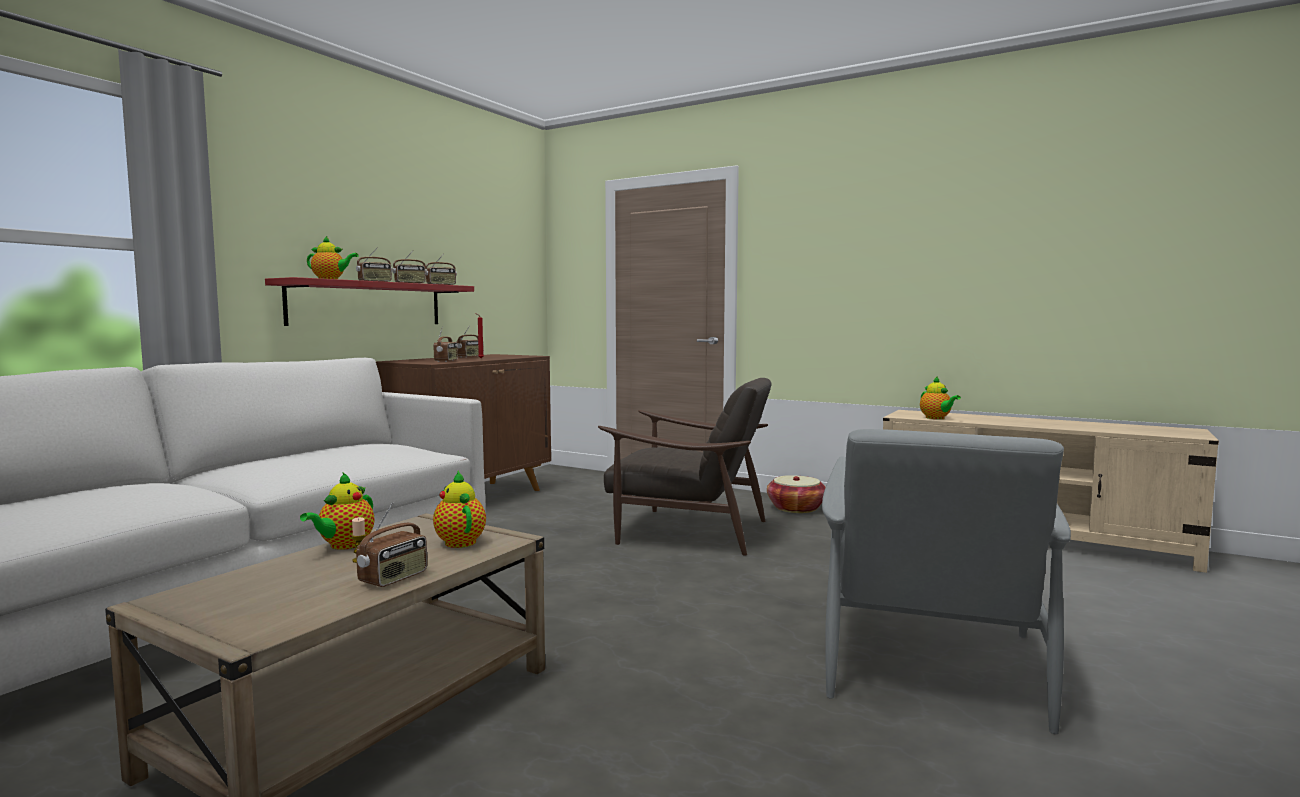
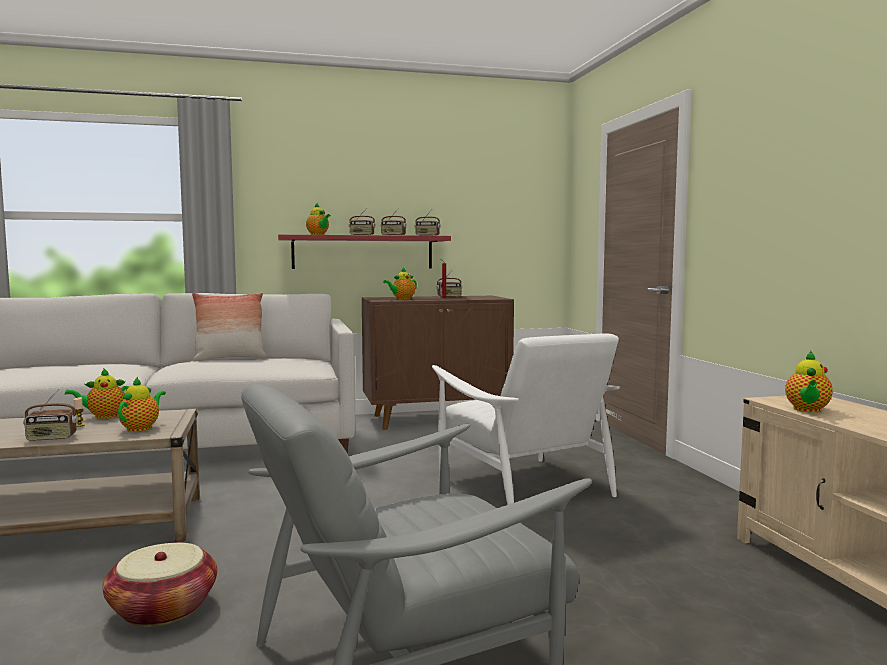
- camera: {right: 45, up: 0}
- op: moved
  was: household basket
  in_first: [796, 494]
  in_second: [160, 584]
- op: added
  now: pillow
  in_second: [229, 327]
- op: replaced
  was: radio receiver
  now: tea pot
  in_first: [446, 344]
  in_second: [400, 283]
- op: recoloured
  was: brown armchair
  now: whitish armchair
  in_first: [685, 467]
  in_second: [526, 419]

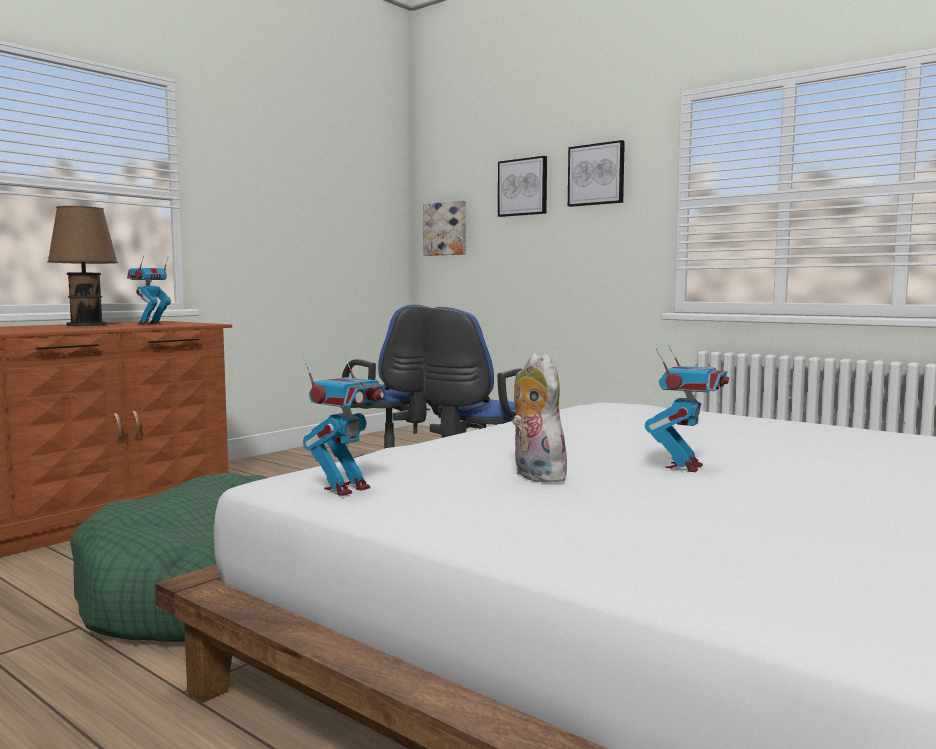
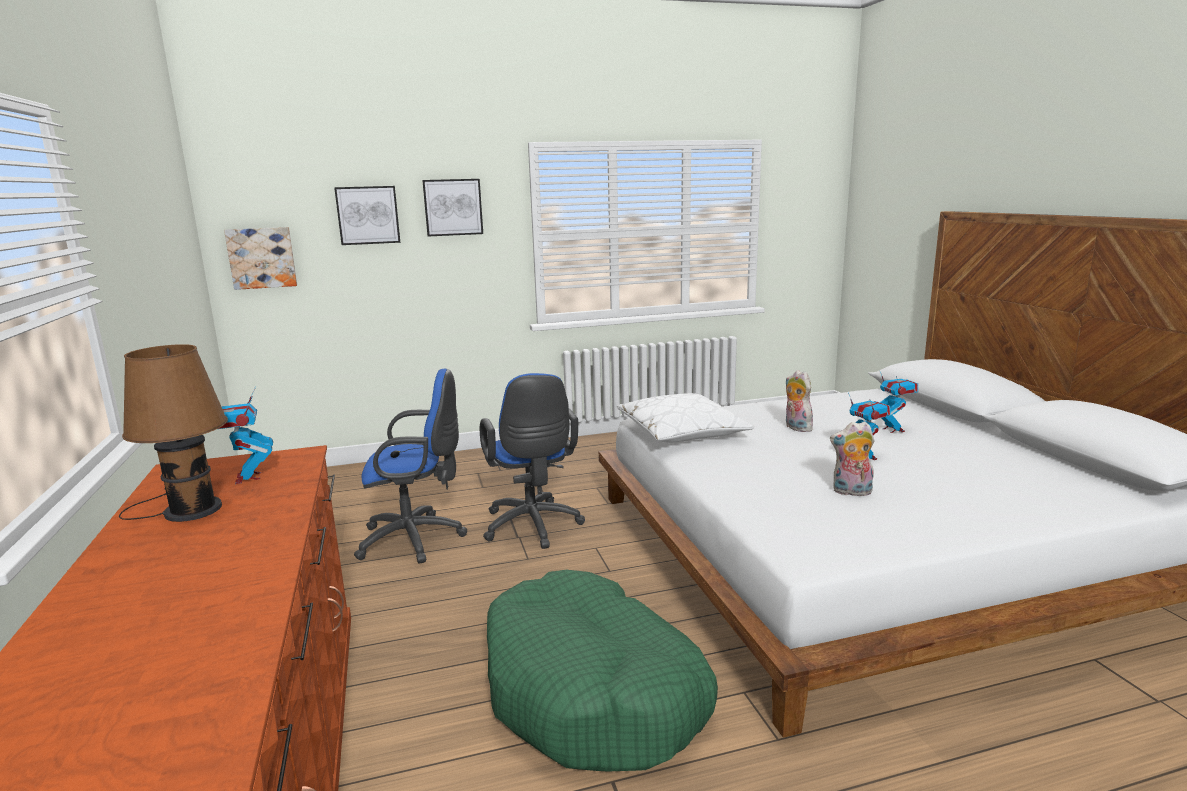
- camera: {right: -55, up: 10}
- op: added
  now: whitish pillow
  in_second: [686, 418]
- op: added
  now: plush toy
  in_second: [799, 401]
- op: moved
  was: robot figure
  in_first: [345, 425]
  in_second: [898, 401]

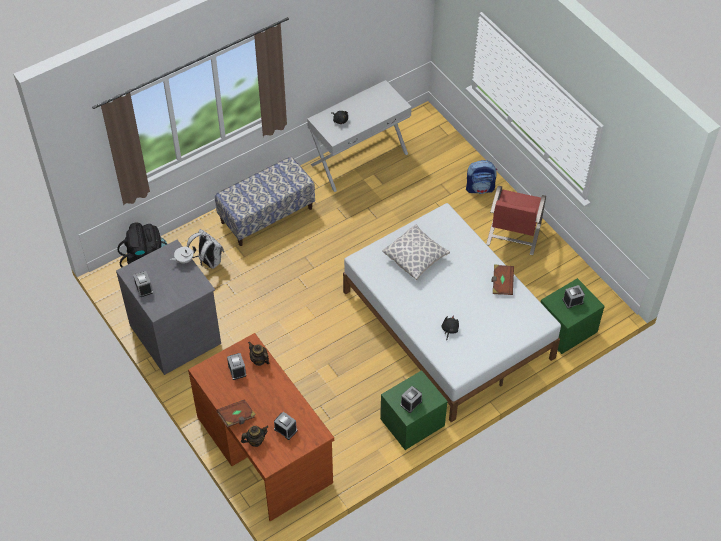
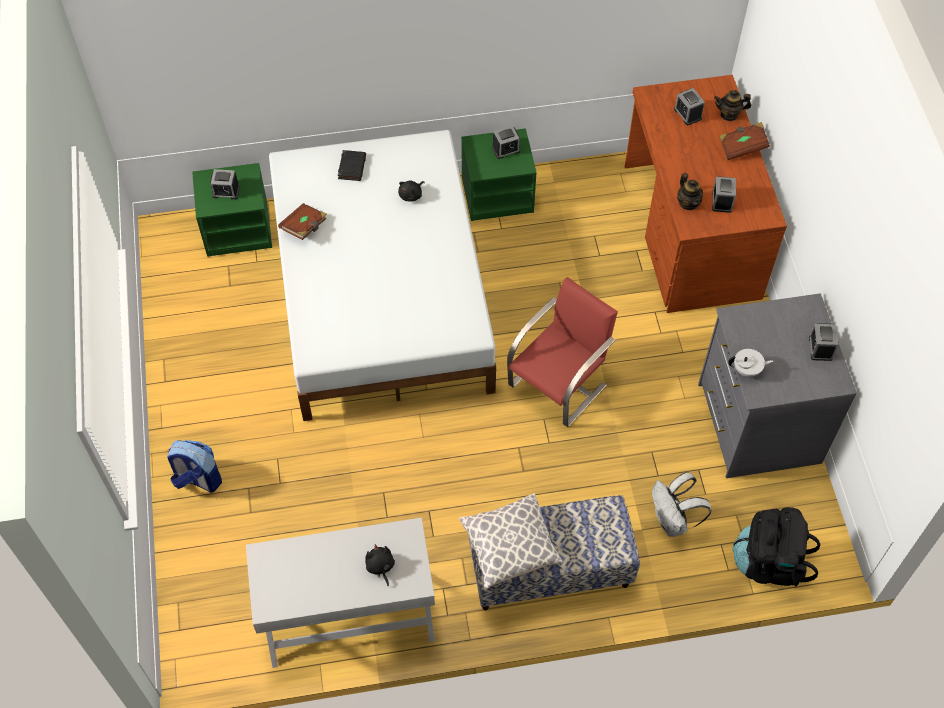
- camera: {right: -155, up: 5}
- op: added
  now: black bound book
  in_second: [352, 165]
- op: moved
  was: pillow
  in_first: [416, 252]
  in_second: [511, 541]
- op: moved
  was: reddish upright chair
  in_first: [516, 220]
  in_second: [562, 352]

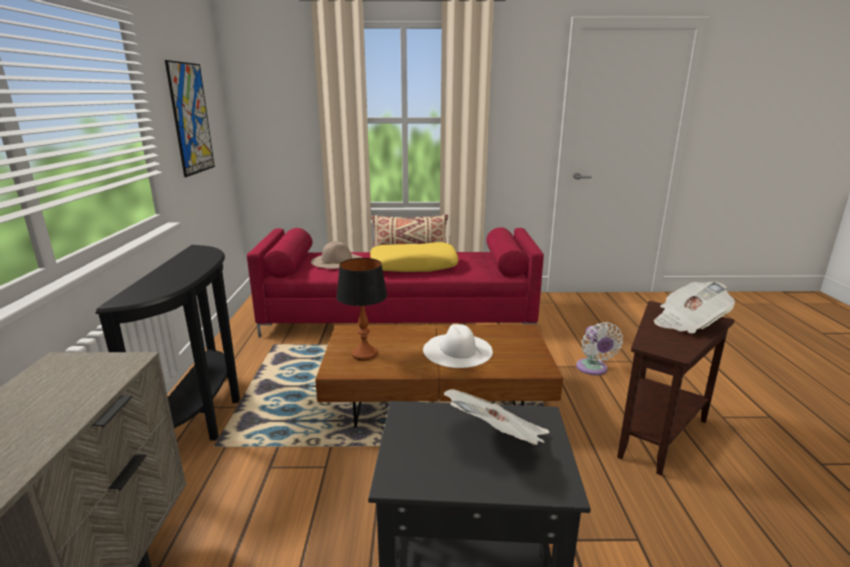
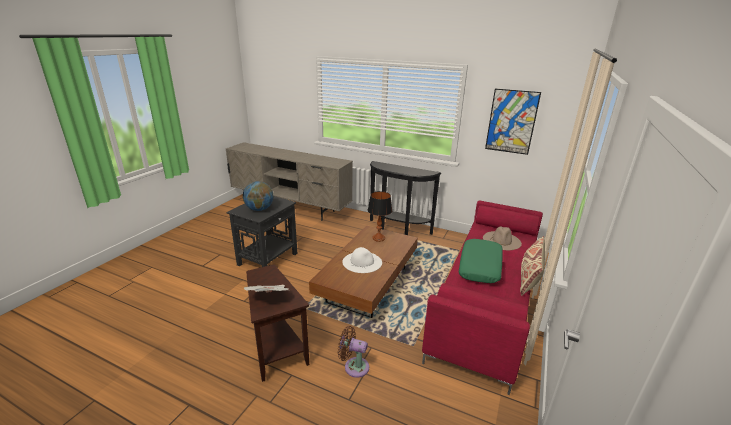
- camera: {right: 115, up: 5}
- op: replaced
  was: printed paper
  now: desk globe
  in_first: [497, 417]
  in_second: [258, 196]
- op: recoloured
  was: whitish fan
  now: brown fan
  in_first: [599, 348]
  in_second: [353, 352]
- op: recoloured
  was: yellow-coloured pillow
  now: green-coloured pillow
  in_first: [414, 257]
  in_second: [481, 261]

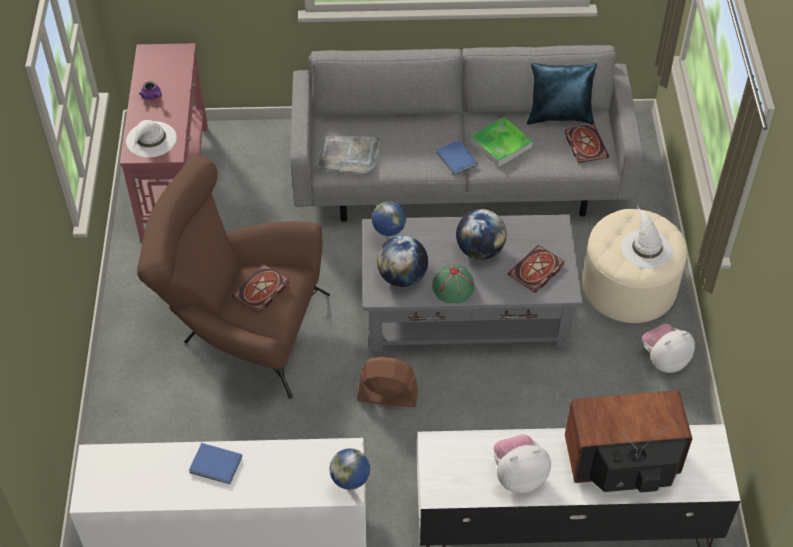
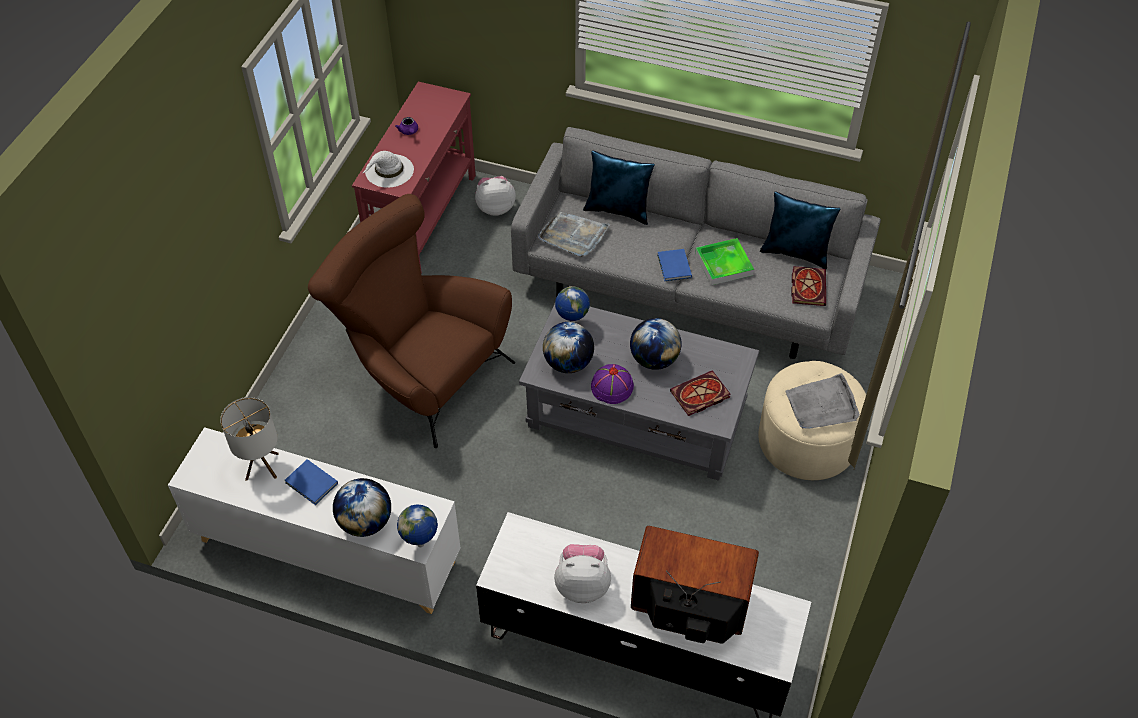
- camera: {right: 20, up: 0}
- op: added
  now: lamp for a table
  in_second: [249, 439]
- op: added
  now: desk globe
  in_second: [362, 507]
- op: moved
  was: plush toy
  in_first: [668, 348]
  in_second: [495, 196]
- op: added
  now: bluish pillow
  in_second: [619, 187]
- op: recoloured
  was: green-coloured wearable hat
  now: purplish wearable hat
  in_first: [453, 283]
  in_second: [612, 384]
- op: replaced
  was: whitish wearable hat
  now: grey serving tray
  in_first: [647, 237]
  in_second: [822, 401]
- op: removed
  was: bound book
  in_first: [260, 288]
- op: removed
  was: brown fan
  in_first: [387, 382]

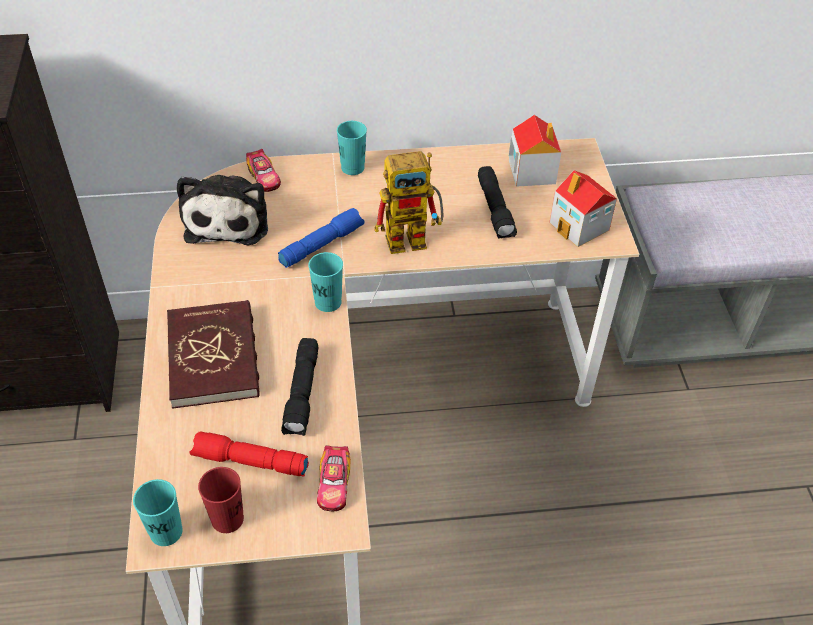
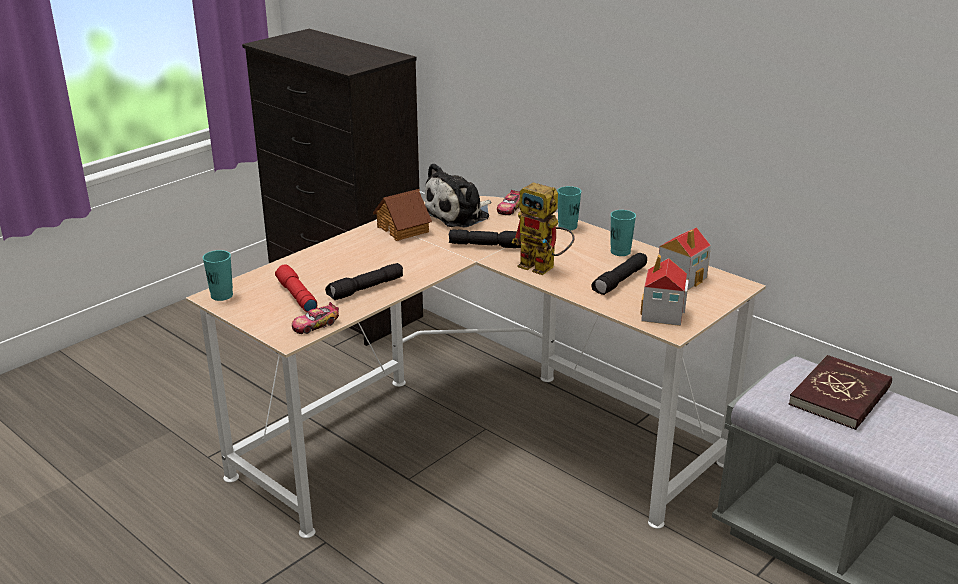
- camera: {right: 50, up: -20}
- op: added
  now: toy house
  in_second: [402, 215]
- op: recoloured
  was: bluish flashlight
  now: black flashlight
  in_first: [321, 238]
  in_second: [485, 238]
- op: moved
  was: turquoise drinking cup
  in_first: [325, 282]
  in_second: [623, 233]
- op: moved
  was: reddish bound book
  in_first: [213, 354]
  in_second: [840, 392]
- op: removed
  was: reddish drinking cup
  in_first: [221, 500]

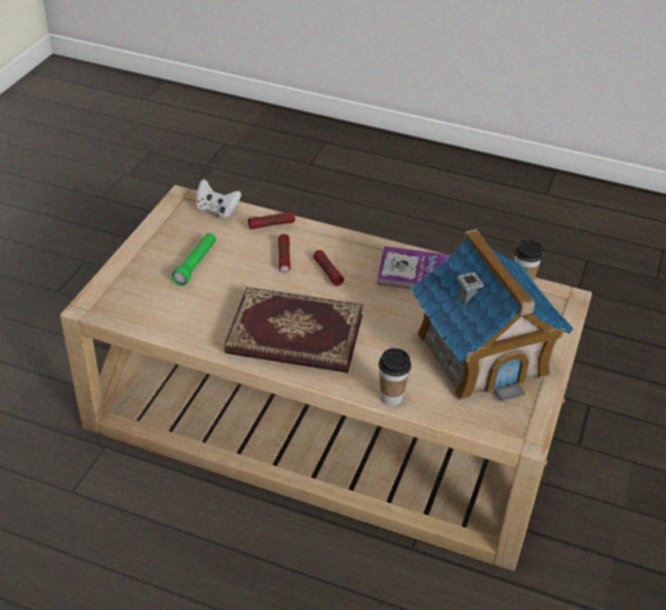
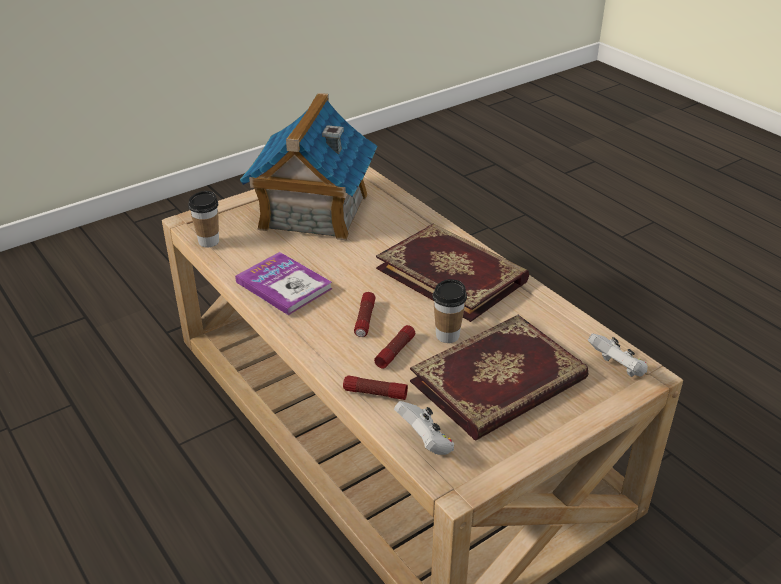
- camera: {right: -145, up: -5}
- op: replaced
  was: green-coloured flashlight
  now: bound book
  in_first: [193, 259]
  in_second: [499, 377]
- op: moved
  was: drinking cup
  in_first: [395, 377]
  in_second: [450, 311]
- op: added
  now: whitish joypad
  in_second: [618, 355]

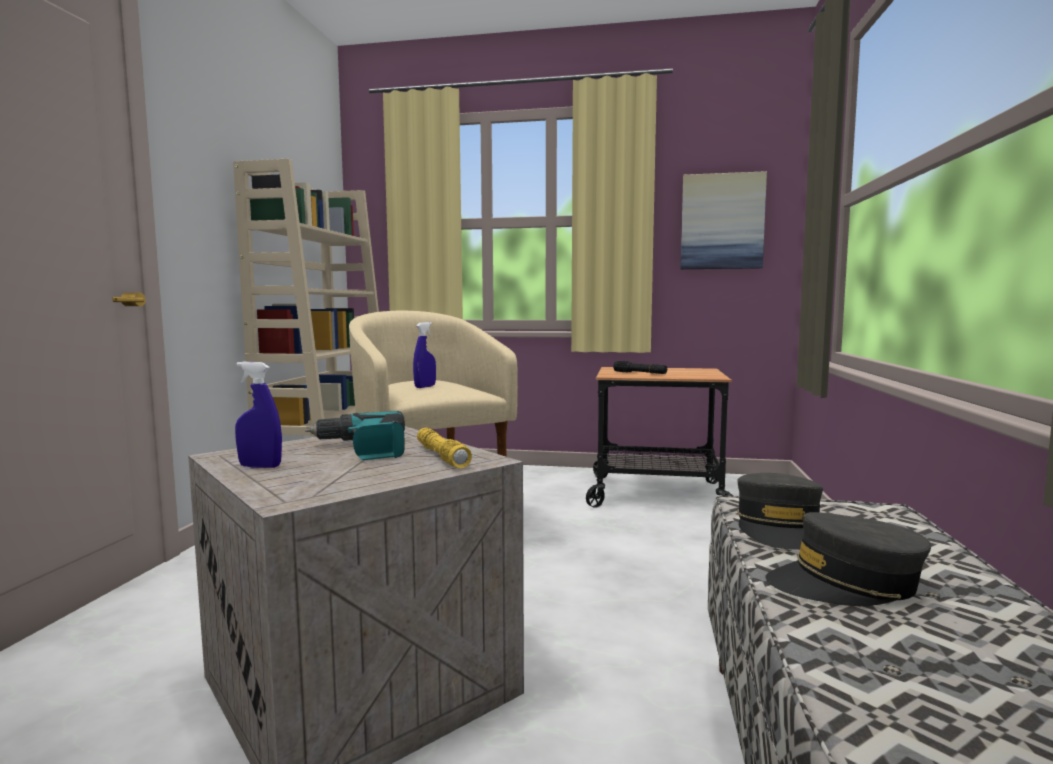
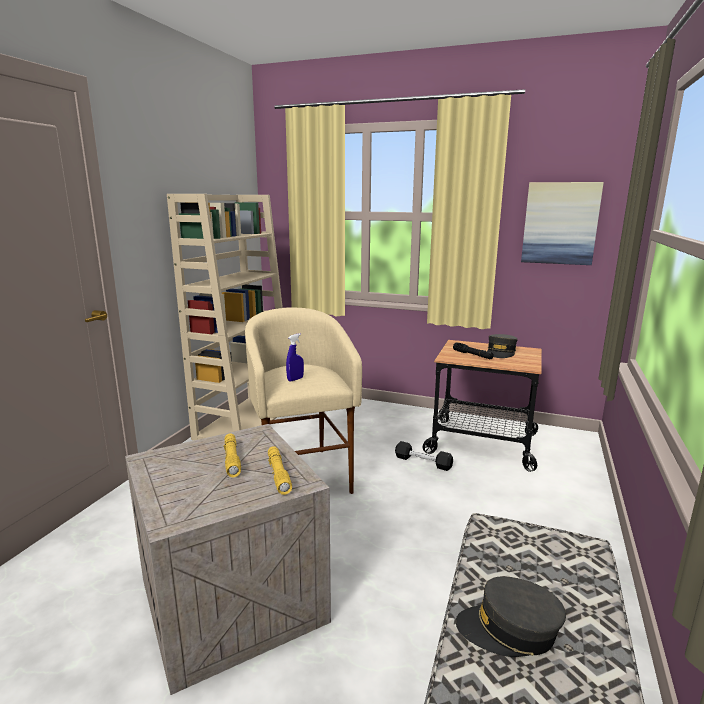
- camera: {right: 10, up: 10}
- op: replaced
  was: power drill
  now: yellow-coloured flashlight
  in_first: [355, 435]
  in_second: [232, 455]
- op: added
  now: black dumbbell
  in_second: [424, 456]
- op: moved
  was: grey baseball cap
  in_first: [780, 511]
  in_second: [502, 346]
- op: removed
  was: bluish sprayer
  in_first: [258, 415]

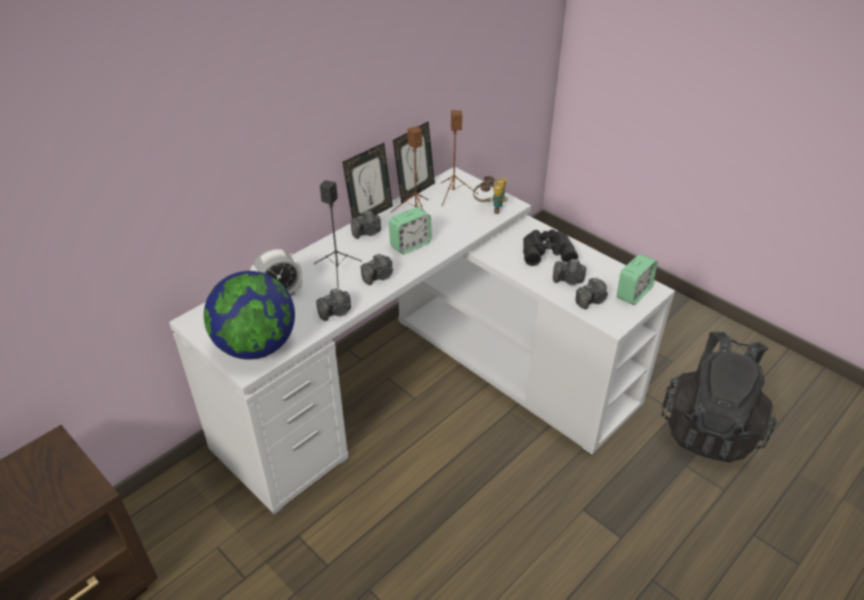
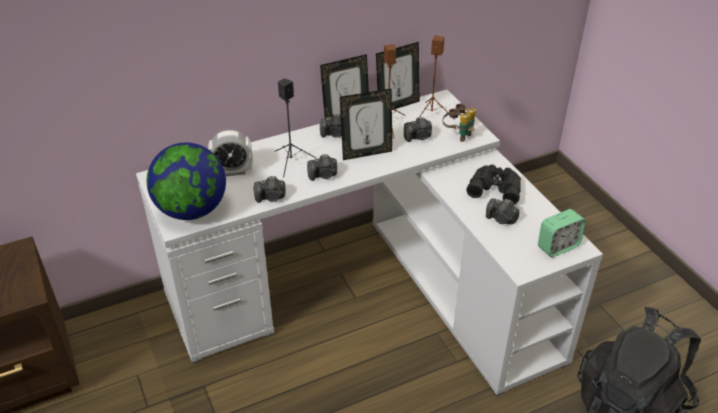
- camera: {right: 20, up: 0}
- op: replaced
  was: table clock
  now: standing frame
  in_first: [410, 230]
  in_second: [366, 124]
- op: moved
  was: still camera
  in_first: [591, 293]
  in_second: [418, 129]

